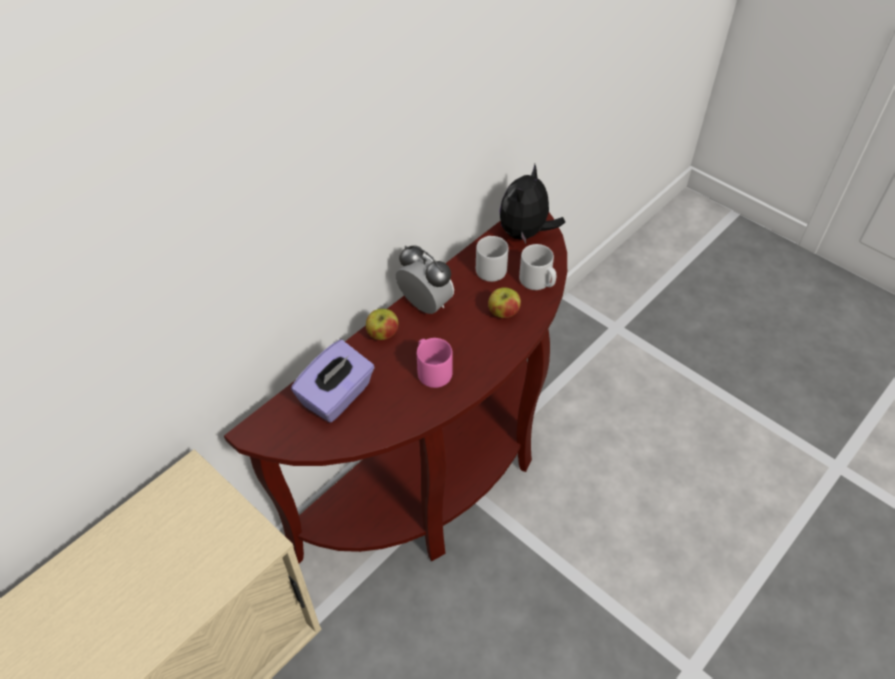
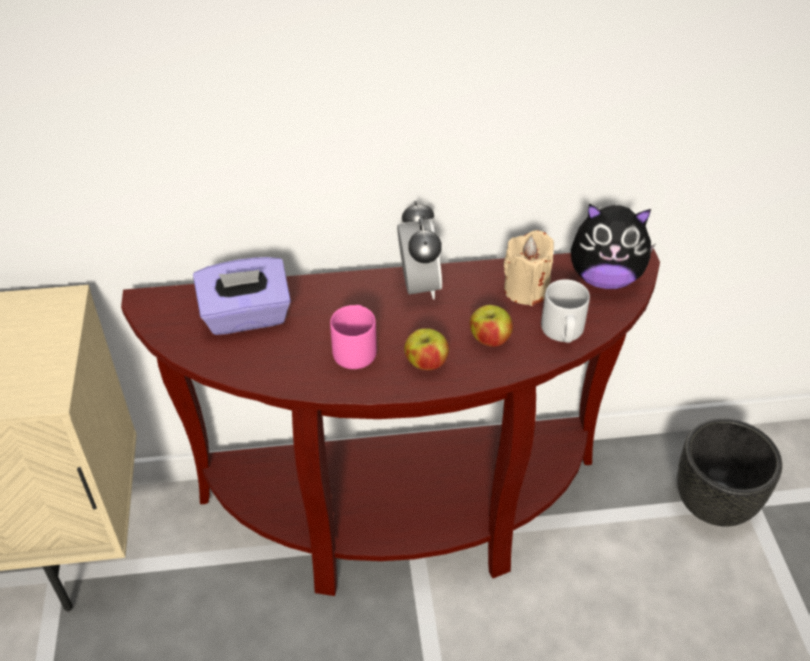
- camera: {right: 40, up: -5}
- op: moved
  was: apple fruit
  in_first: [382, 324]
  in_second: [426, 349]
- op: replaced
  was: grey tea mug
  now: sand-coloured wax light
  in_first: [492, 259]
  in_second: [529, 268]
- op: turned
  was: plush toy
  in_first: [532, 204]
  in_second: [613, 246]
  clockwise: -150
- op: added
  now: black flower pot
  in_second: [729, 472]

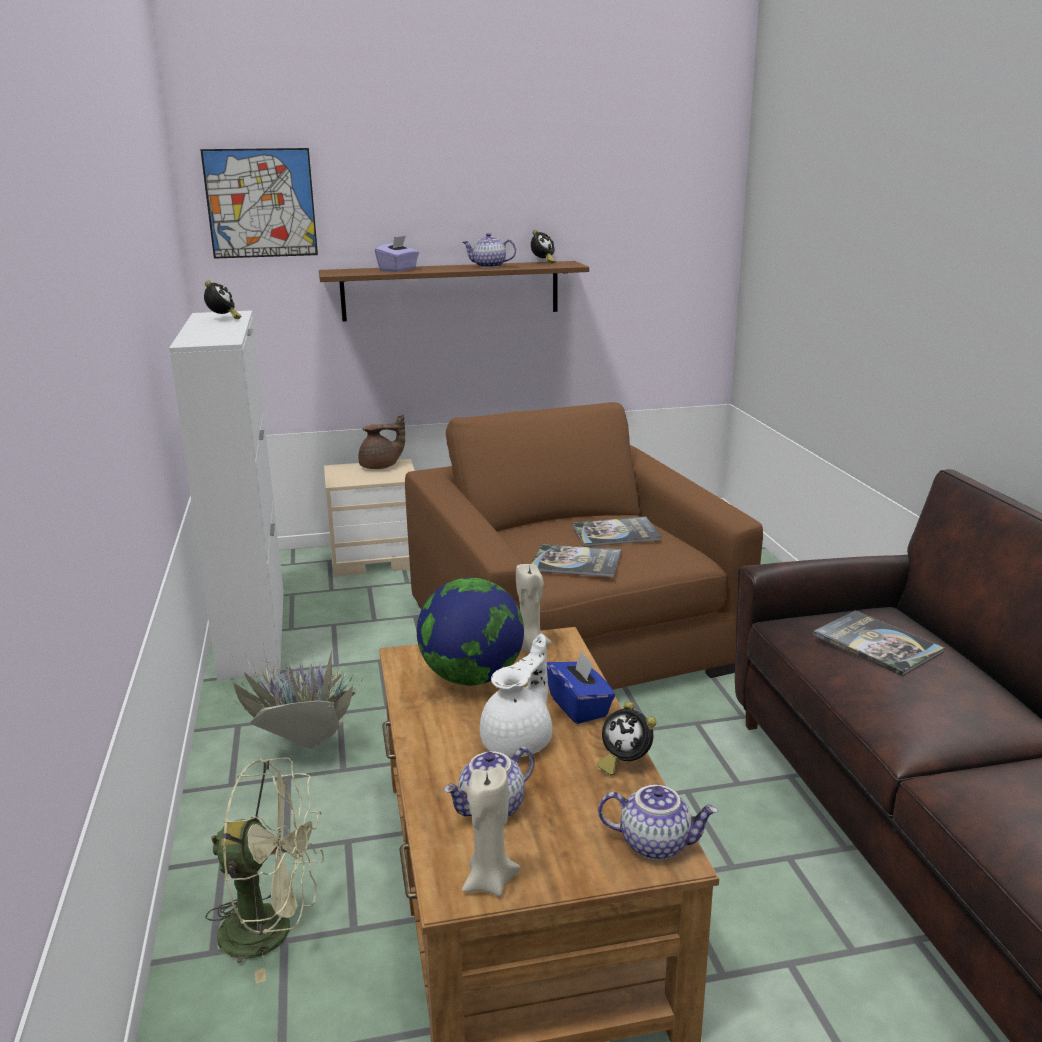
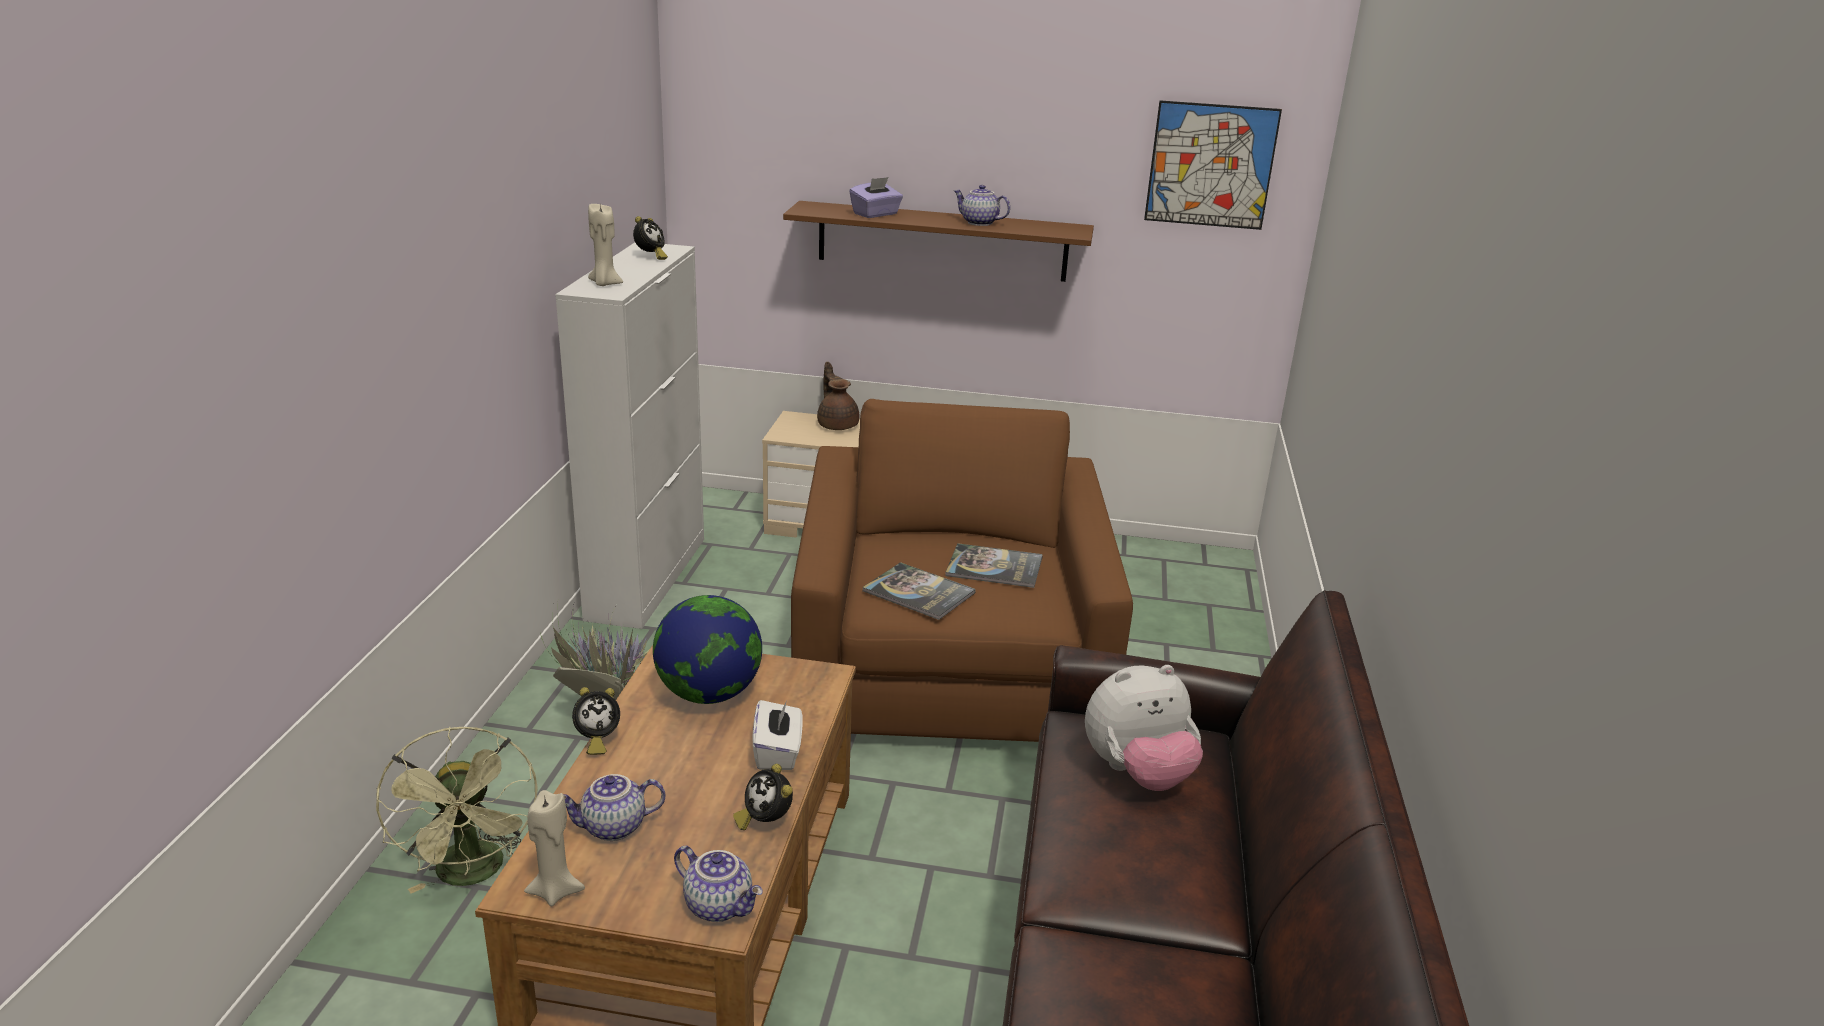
- camera: {right: 20, up: 5}
- op: turned
  was: green-coloured fan
  in_first: [264, 870]
  in_second: [457, 810]
  clockwise: 45
- op: moved
  was: table clock
  in_first: [543, 247]
  in_second: [596, 721]
- op: moved
  was: sand-coloured wax light
  in_first: [534, 608]
  in_second: [605, 244]
- op: recoloured
  was: bluish tissue holder
  now: whitish tissue holder
  in_first: [581, 687]
  in_second: [777, 734]
- op: turned
  was: brown tea pot
  in_first: [381, 442]
  in_second: [838, 396]
  clockwise: -120
- op: replaced
  was: bound book
  now: plush toy
  in_first: [878, 643]
  in_second: [1144, 728]
- op: moved
  was: picture
  in_first: [259, 203]
  in_second: [1213, 165]
- op: removed
  was: whitish tea pot
  in_first: [516, 695]

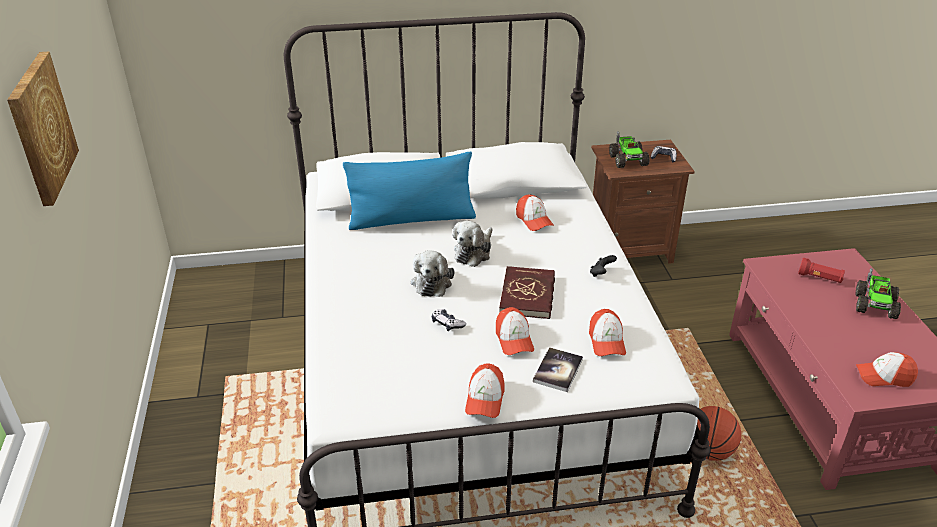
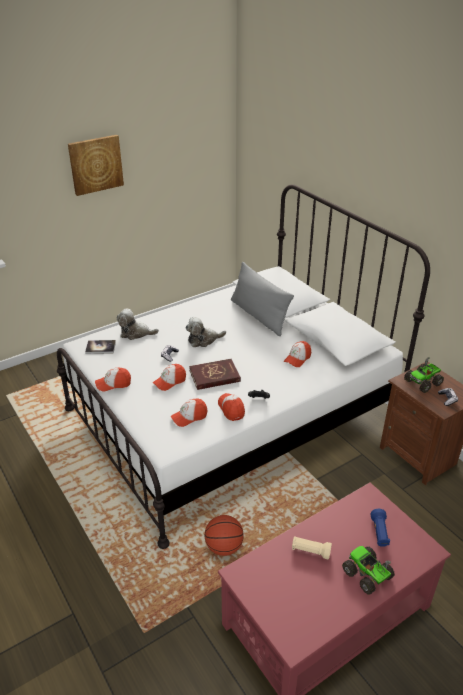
- camera: {right: 65, up: 0}
- op: moved
  was: bound book
  in_first: [558, 369]
  in_second: [100, 347]
- op: moved
  was: plush toy
  in_first: [473, 244]
  in_second: [138, 324]
- op: moved
  was: baseball cap
  in_first: [887, 369]
  in_second: [231, 407]
- op: recoloured
  was: bluish pillow
  now: grey pillow
  in_first: [409, 191]
  in_second: [262, 299]
- op: added
  now: sand-coloured flashlight
  in_second: [312, 547]
- op: turned
  was: toy lorry
  in_first: [878, 293]
  in_second: [368, 570]
  clockwise: 60
- op: recoloured
  was: reddish flashlight
  now: bluish flashlight
  in_first: [821, 270]
  in_second: [380, 528]

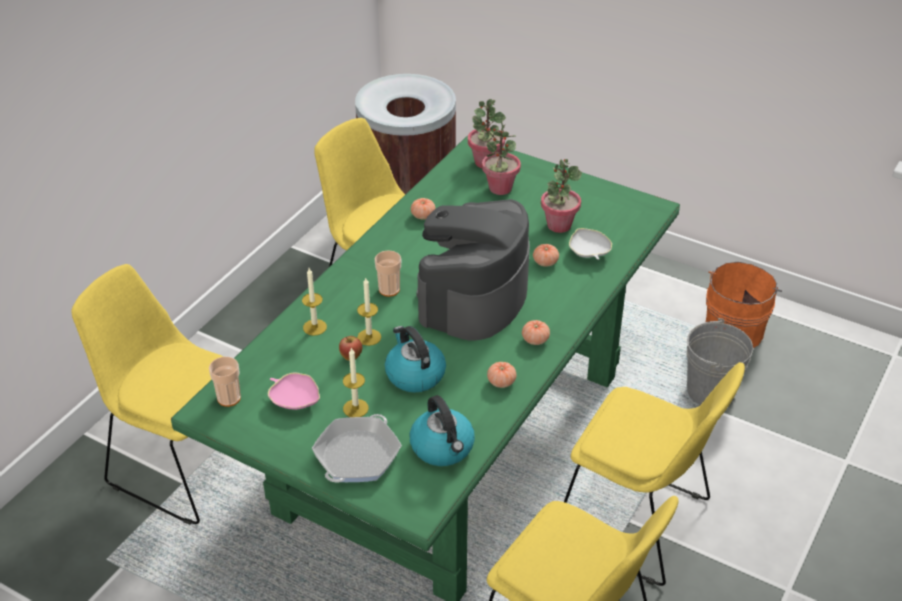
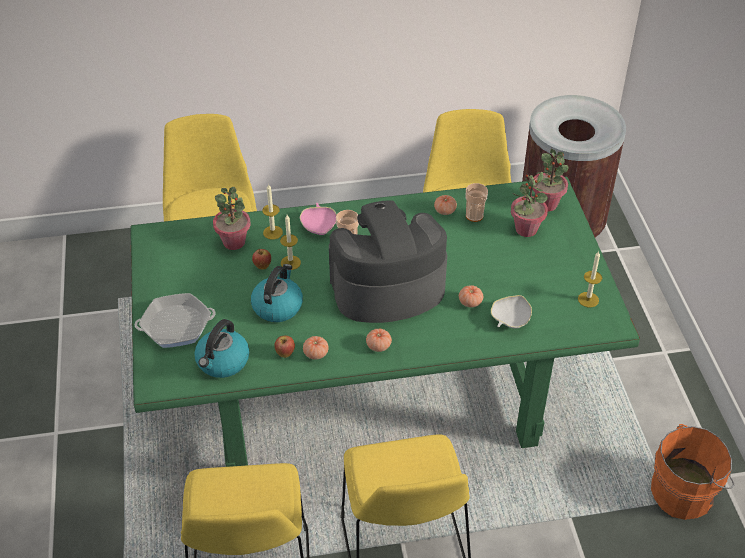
- camera: {right: 50, up: 5}
- op: moved
  was: plant in a pot
  in_first: [561, 196]
  in_second: [231, 218]
- op: added
  now: apple fruit
  in_second: [284, 347]
- op: moved
  was: pink-coloured serving bowl
  in_first: [294, 391]
  in_second: [318, 219]
- op: moved
  was: drinking cup
  in_first: [225, 382]
  in_second: [476, 202]
- op: moved
  was: wax light
  in_first: [356, 382]
  in_second: [590, 279]
- op: removed
  was: grey pail
  in_first: [720, 361]

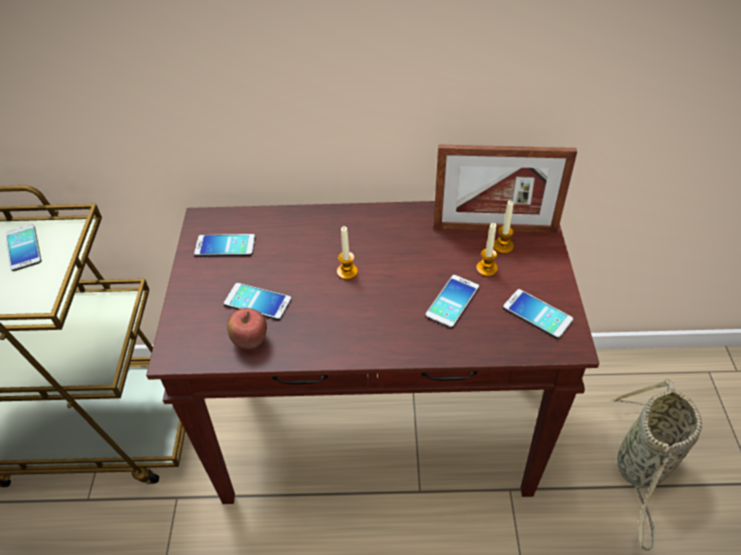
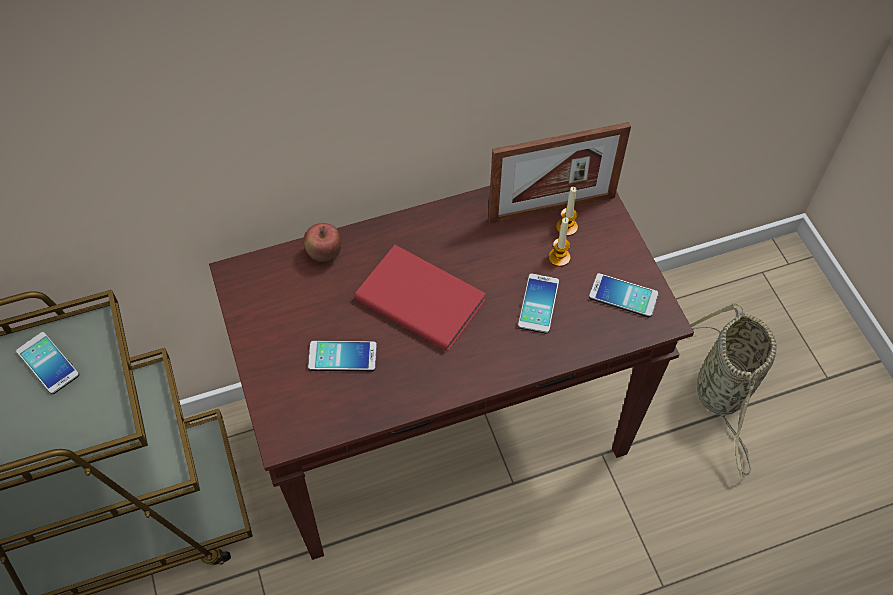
- camera: {right: -20, up: 10}
- op: moved
  was: apple fruit
  in_first: [247, 328]
  in_second: [322, 242]
- op: replaced
  was: wax light
  now: reddish bound book
  in_first: [347, 253]
  in_second: [420, 298]
- op: removed
  was: handset
  in_first: [224, 245]

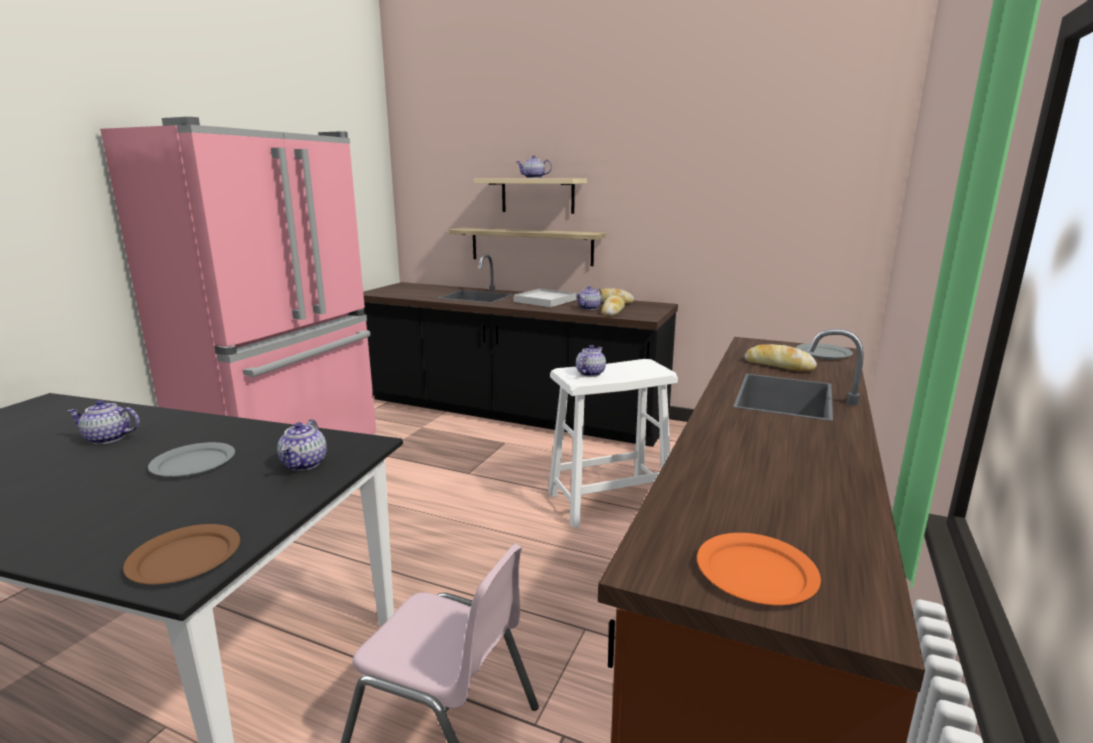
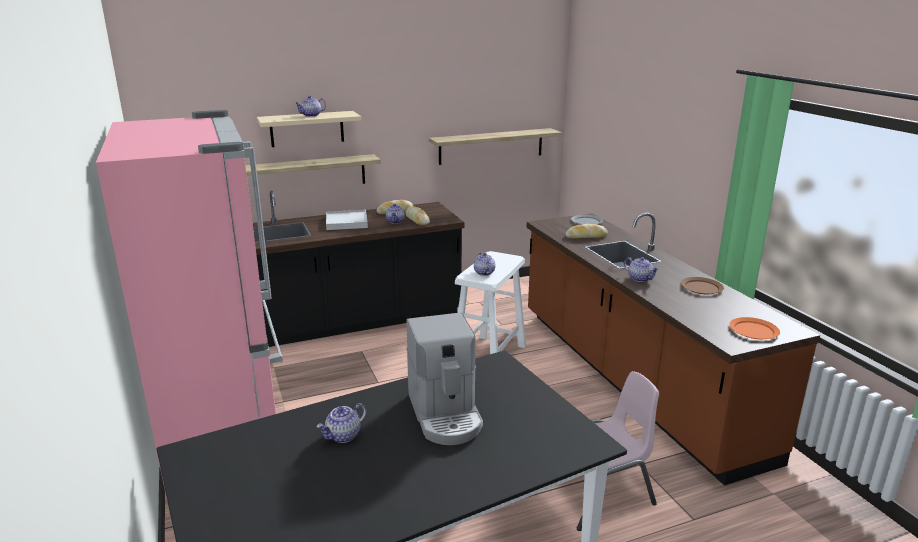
- camera: {right: -45, up: 5}
- op: replaced
  was: grey dinner plate
  now: coffee machine
  in_first: [191, 459]
  in_second: [444, 379]
- op: added
  now: shelf
  in_second: [495, 146]
- op: moved
  was: tea pot
  in_first: [302, 445]
  in_second: [641, 269]
- op: moved
  was: brown dinner plate
  in_first: [181, 554]
  in_second: [702, 285]

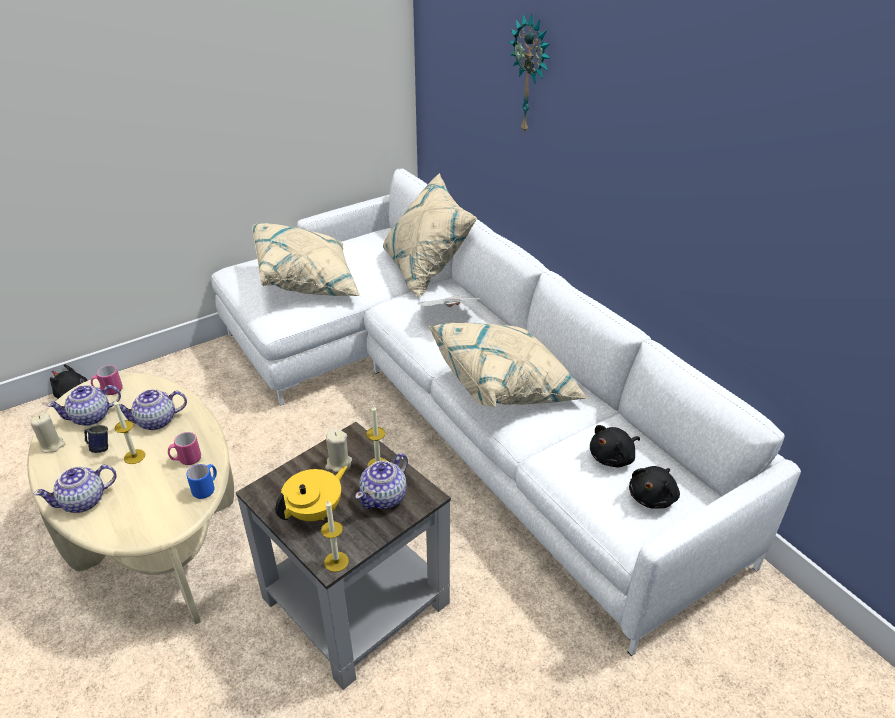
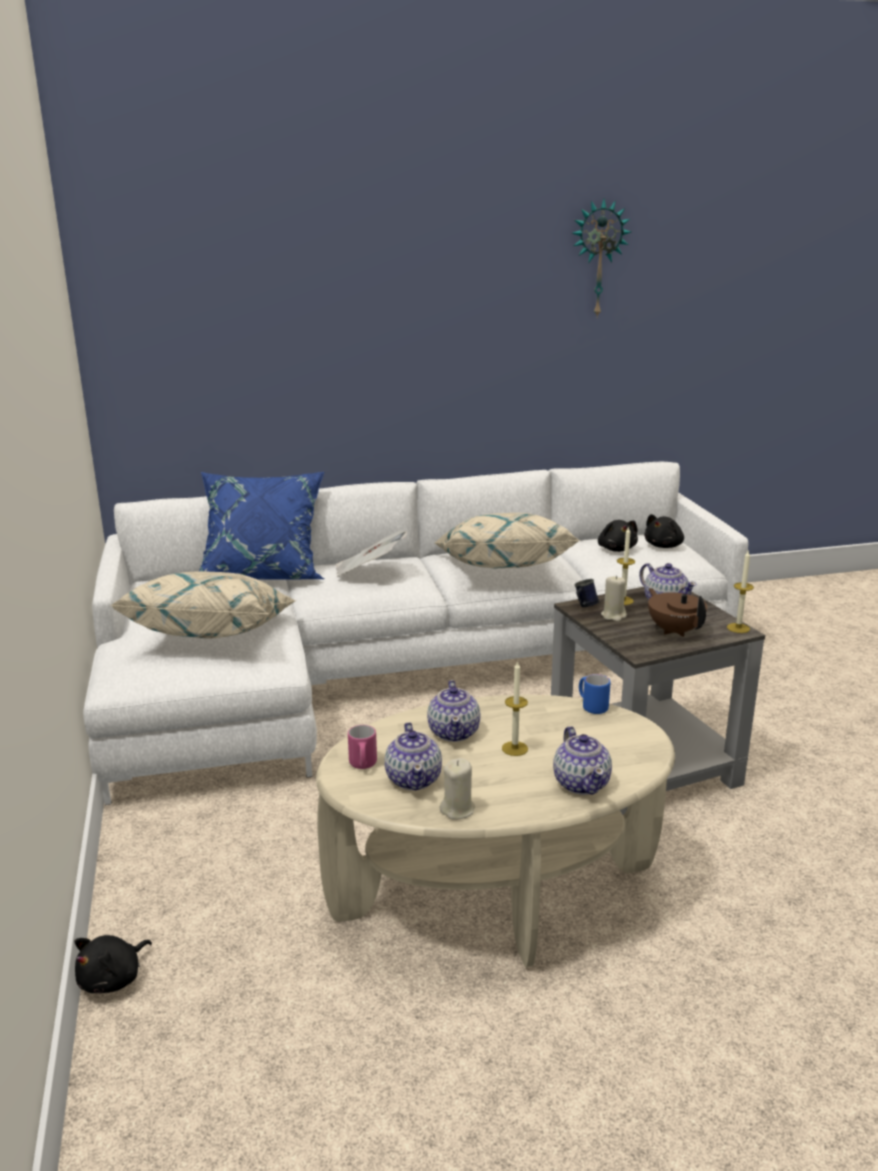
- camera: {right: -70, up: -15}
- op: recoloured
  was: sand-coloured pillow
  now: bluish pillow
  in_first: [430, 235]
  in_second: [262, 526]
- op: moved
  was: clock on the wall
  in_first: [530, 73]
  in_second: [601, 258]
- op: moved
  was: bluish tea mug
  in_first: [96, 439]
  in_second: [587, 593]
- op: turned
  was: black plush toy
  in_first: [654, 487]
  in_second: [664, 531]
  clockwise: 75
- op: recoloured
  was: yellow-coloured tea pot
  now: brown tea pot
  in_first: [311, 493]
  in_second: [677, 612]
- op: removed
  was: pink-coloured tea mug
  in_first: [184, 448]

